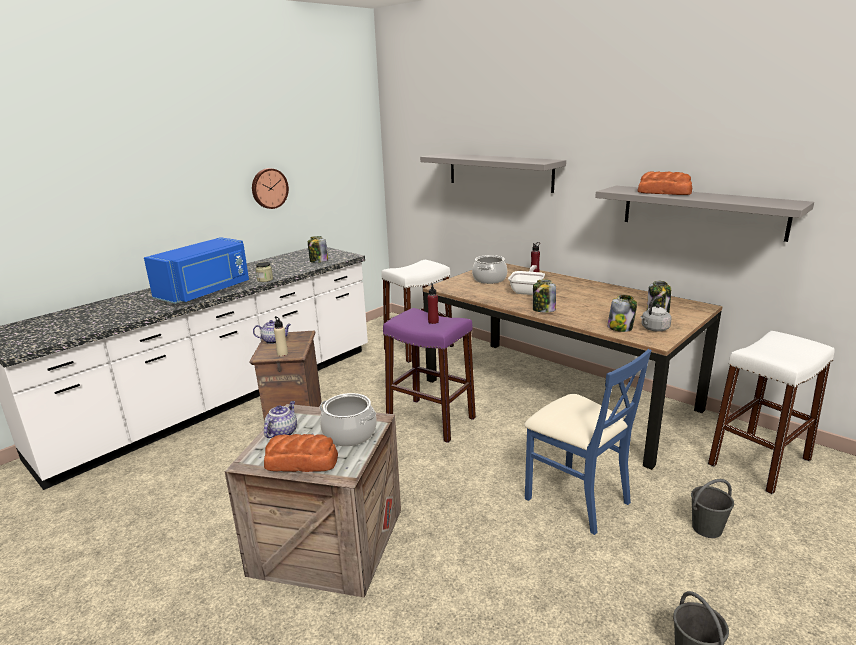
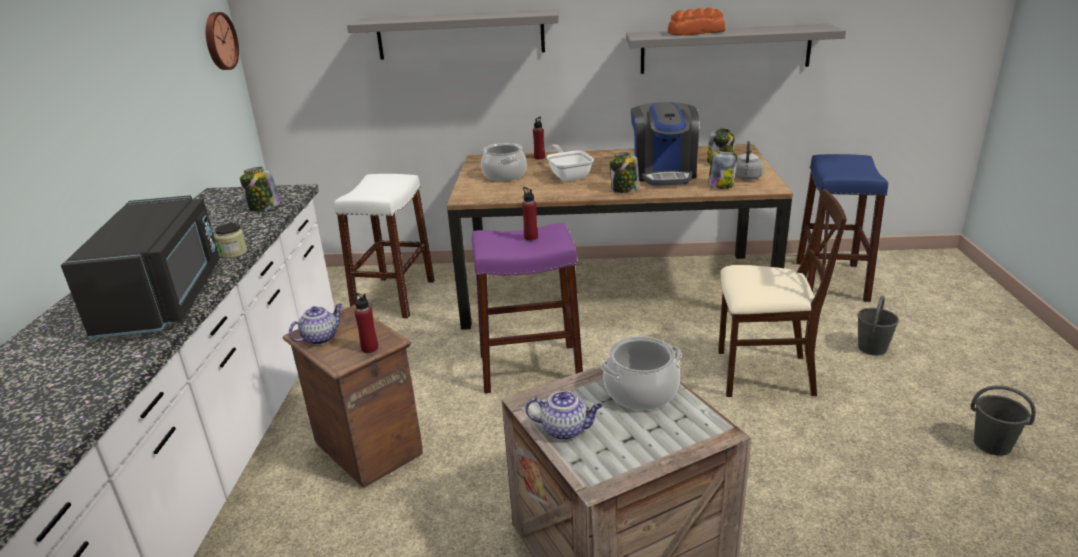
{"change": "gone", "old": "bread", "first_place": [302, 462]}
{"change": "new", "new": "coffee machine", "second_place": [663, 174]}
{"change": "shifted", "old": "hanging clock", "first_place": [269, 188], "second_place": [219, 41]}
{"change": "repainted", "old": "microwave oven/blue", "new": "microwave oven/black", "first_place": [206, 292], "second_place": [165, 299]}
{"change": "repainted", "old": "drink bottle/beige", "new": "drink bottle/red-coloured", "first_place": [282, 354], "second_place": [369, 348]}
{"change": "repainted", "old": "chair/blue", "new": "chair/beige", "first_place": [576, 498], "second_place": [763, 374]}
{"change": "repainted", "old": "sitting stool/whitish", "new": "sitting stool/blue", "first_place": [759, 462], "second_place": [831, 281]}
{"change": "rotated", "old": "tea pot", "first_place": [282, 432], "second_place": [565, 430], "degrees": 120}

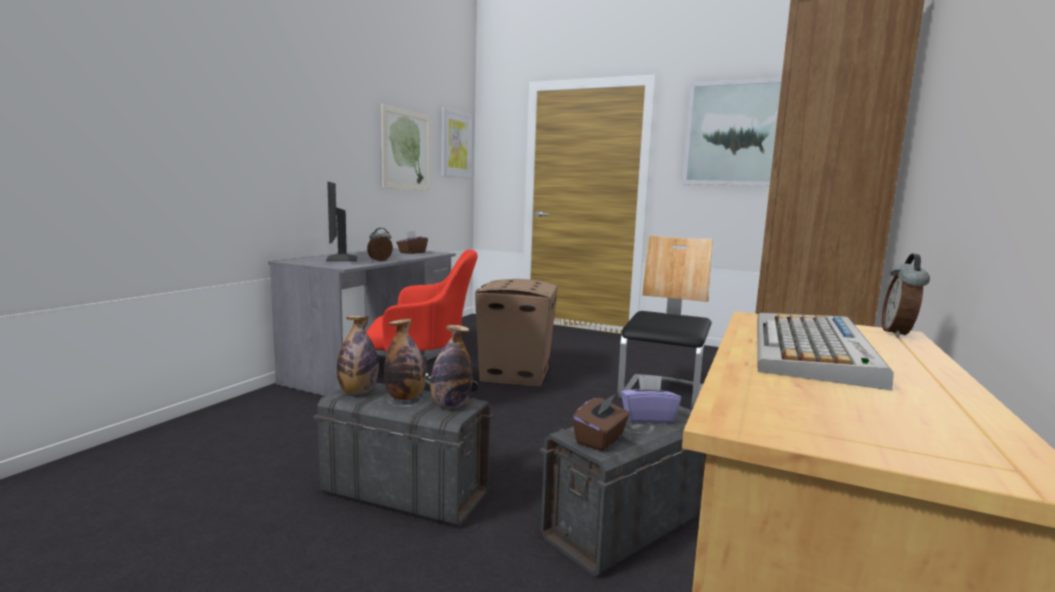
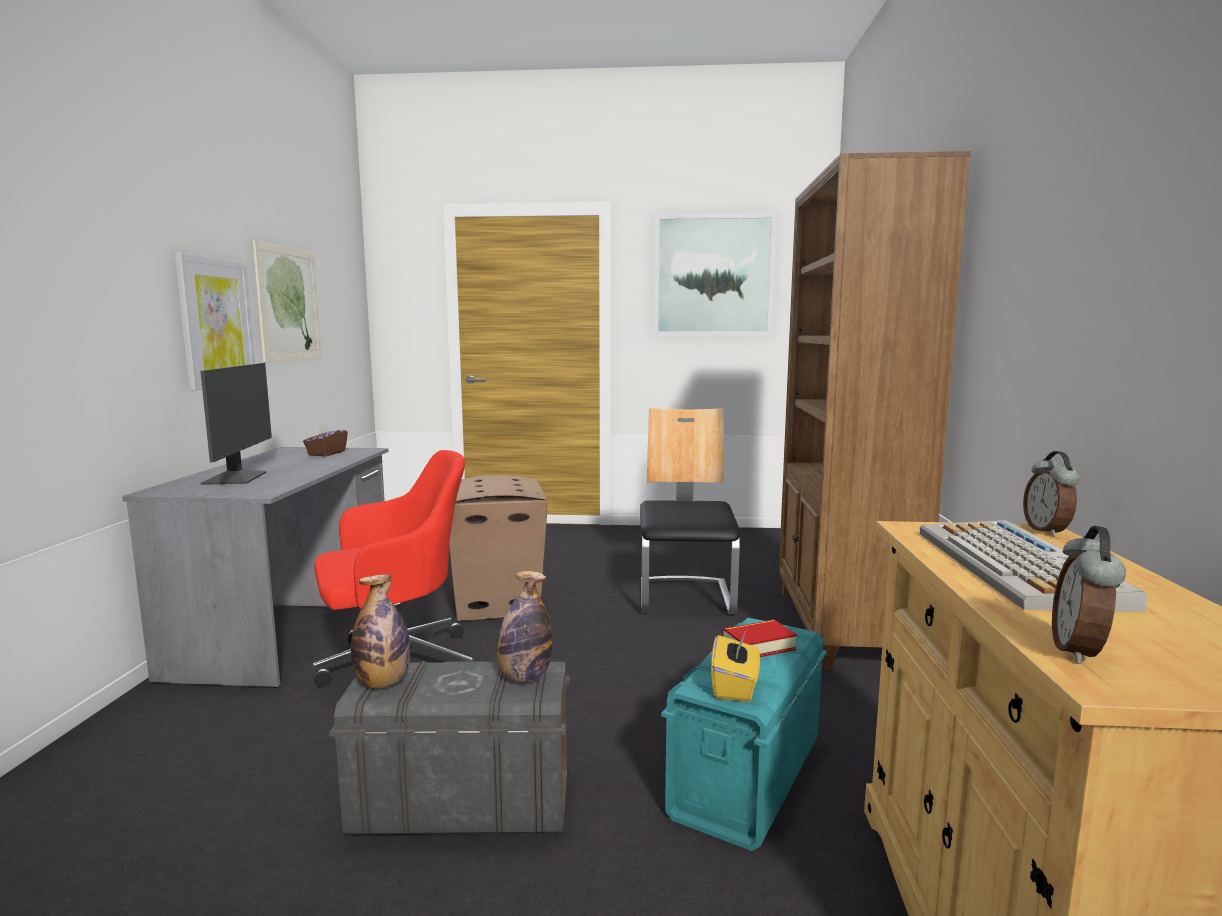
{"change": "gone", "old": "drink bottle", "first_place": [405, 397]}
{"change": "shifted", "old": "table clock", "first_place": [380, 261], "second_place": [1080, 652]}
{"change": "shifted", "old": "wall art", "first_place": [455, 144], "second_place": [216, 323]}
{"change": "swapped", "old": "tissue holder/purple", "new": "volume", "first_place": [648, 417], "second_place": [758, 646]}
{"change": "repainted", "old": "storage bin/grey", "new": "storage bin/blue-green", "first_place": [625, 525], "second_place": [746, 777]}
{"change": "repainted", "old": "tissue holder/brown", "new": "tissue holder/yellowish", "first_place": [600, 439], "second_place": [734, 687]}
{"change": "rotated", "old": "computer display", "first_place": [340, 259], "second_place": [237, 478], "degrees": -150}

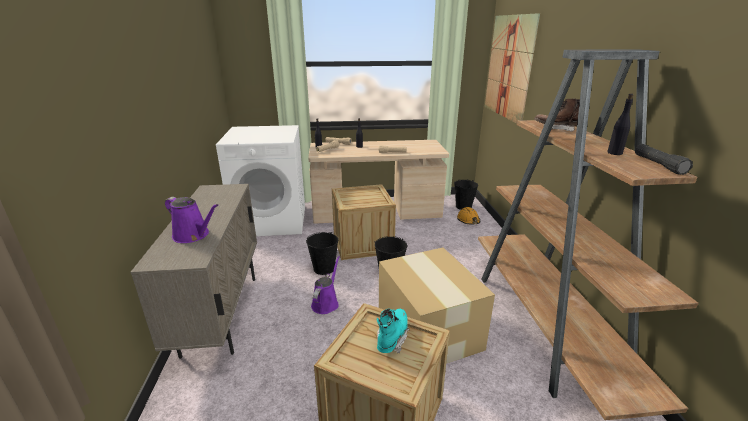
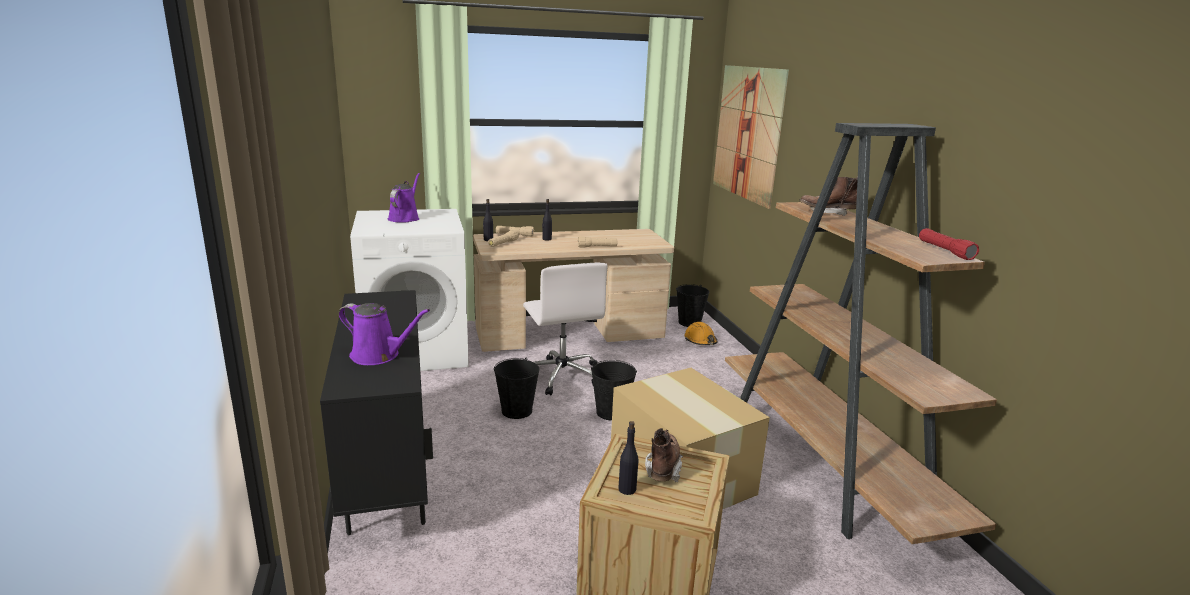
{"change": "shifted", "old": "watering pot/purple", "first_place": [326, 303], "second_place": [405, 218]}
{"change": "shifted", "old": "drink bottle/black", "first_place": [614, 153], "second_place": [627, 489]}
{"change": "swapped", "old": "crate", "new": "desk chair/whitish", "first_place": [362, 243], "second_place": [561, 376]}
{"change": "repainted", "old": "cupboard/beige", "new": "cupboard/black", "first_place": [222, 313], "second_place": [388, 476]}
{"change": "repainted", "old": "tall boot/blue-green", "new": "tall boot/brown", "first_place": [392, 338], "second_place": [663, 468]}
{"change": "repainted", "old": "torch/black", "new": "torch/red-coloured", "first_place": [658, 165], "second_place": [945, 251]}

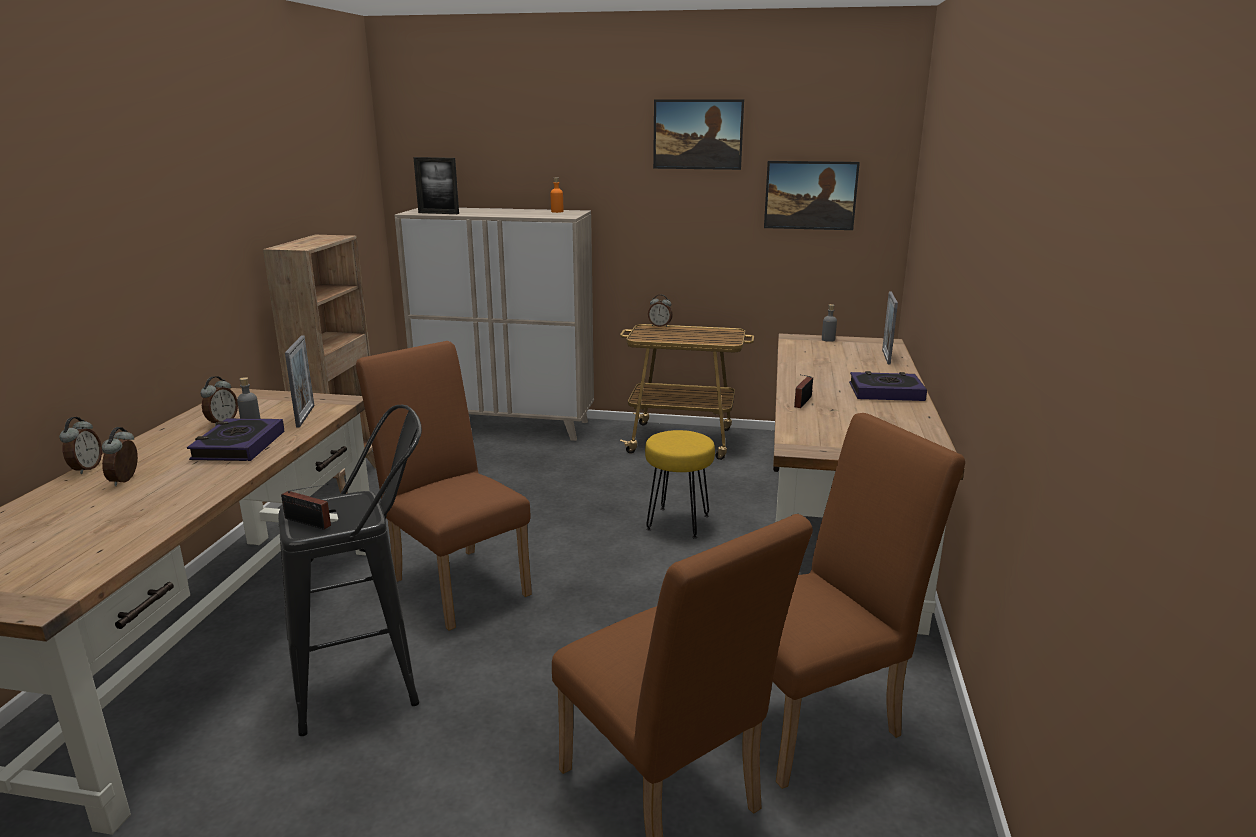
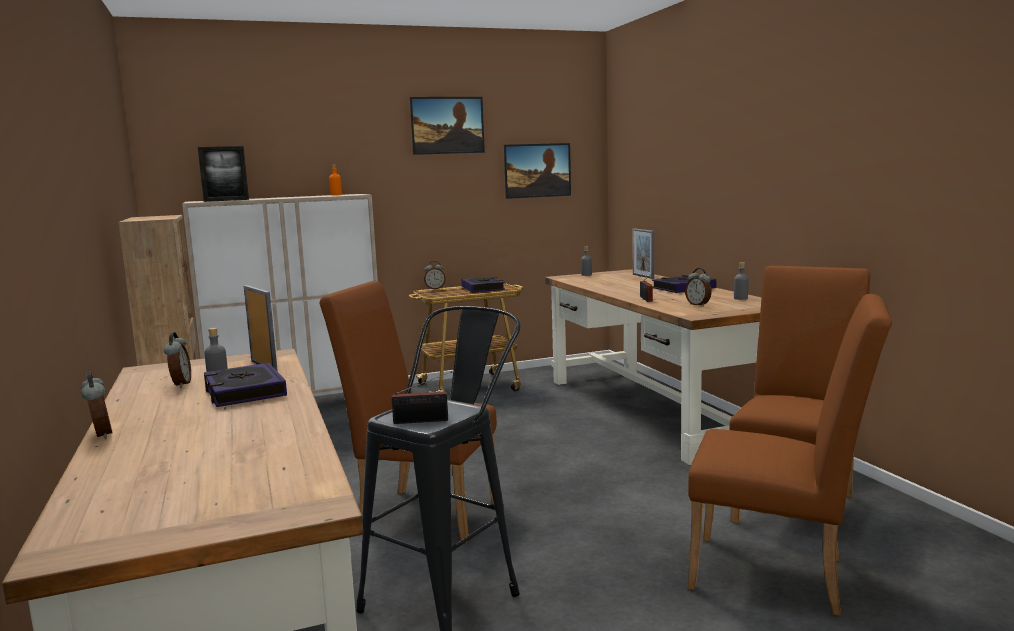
{"change": "gone", "old": "sitting stool/yellowish", "first_place": [677, 522]}
{"change": "new", "new": "volume", "second_place": [483, 288]}
{"change": "new", "new": "drink bottle/grey", "second_place": [740, 298]}
{"change": "shifted", "old": "table clock", "first_place": [126, 480], "second_place": [698, 305]}

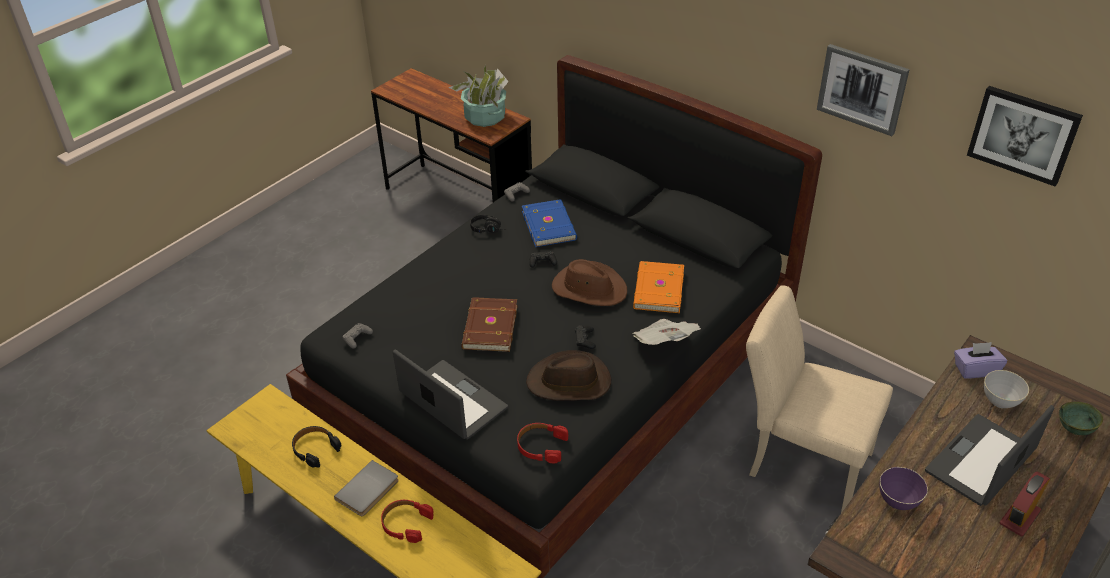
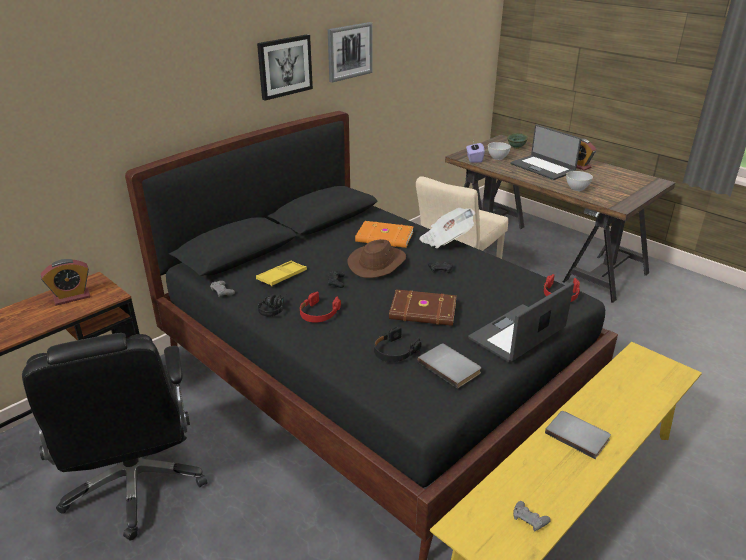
{"change": "gone", "old": "hat/brown", "first_place": [569, 382]}
{"change": "new", "new": "desk chair/black", "second_place": [136, 484]}
{"change": "new", "new": "volume/grey", "second_place": [450, 366]}
{"change": "shifted", "old": "headphones/black", "first_place": [315, 449], "second_place": [394, 351]}
{"change": "shifted", "old": "joypad/grey", "first_place": [357, 338], "second_place": [529, 519]}
{"change": "shifted", "old": "headphones/red-coloured", "first_place": [406, 524], "second_place": [318, 313]}
{"change": "shifted", "old": "wall art", "first_place": [1023, 134], "second_place": [284, 66]}
{"change": "swapped", "old": "potted plant", "new": "table clock", "first_place": [485, 117], "second_place": [72, 297]}
{"change": "swapped", "old": "volume/blue", "new": "tray/yellowish", "first_place": [550, 225], "second_place": [282, 276]}
{"change": "repainted", "old": "deep dish/purple", "new": "deep dish/grey", "first_place": [898, 500], "second_place": [577, 188]}

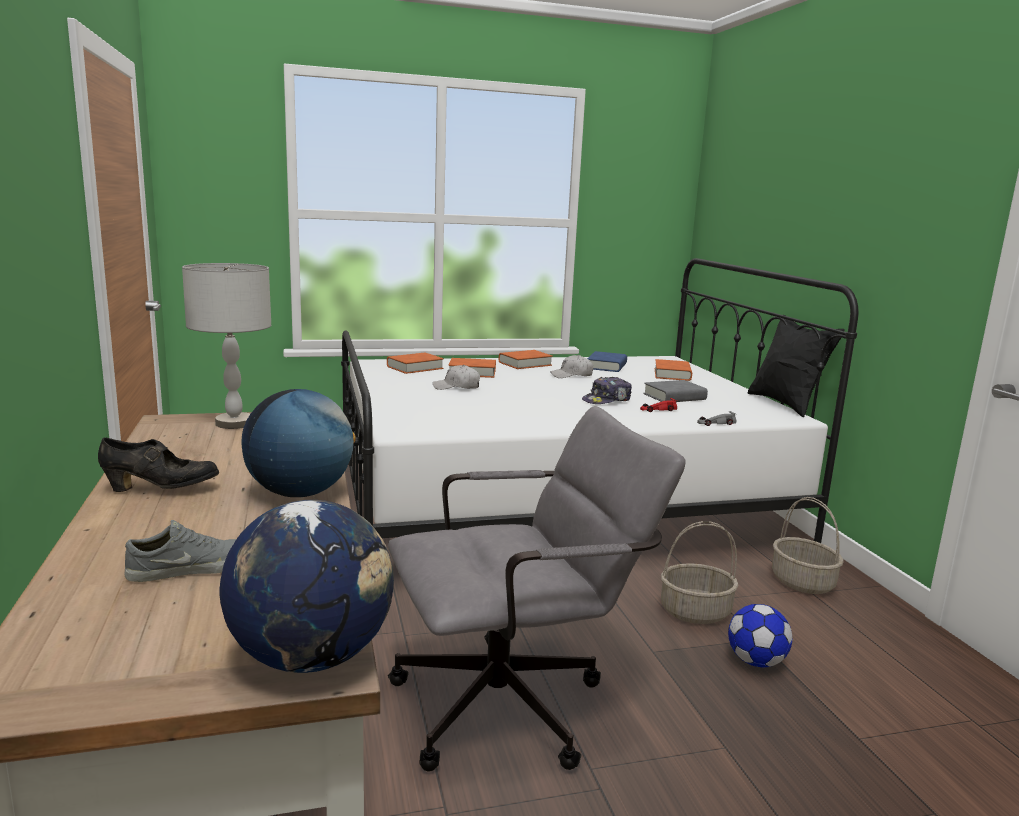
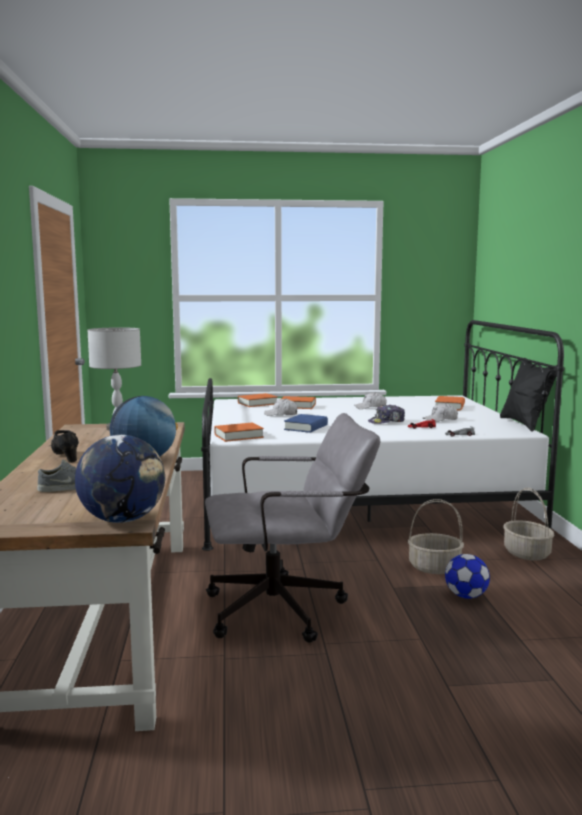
{"change": "shifted", "old": "volume/orange-coloured", "first_place": [525, 364], "second_place": [238, 436]}
{"change": "shifted", "old": "volume/blue", "first_place": [606, 366], "second_place": [306, 427]}
{"change": "swapped", "old": "volume/grey", "new": "cap/whitish", "first_place": [674, 397], "second_place": [440, 420]}
{"change": "rotated", "old": "low shoe/black", "first_place": [161, 489], "second_place": [65, 457], "degrees": -120}

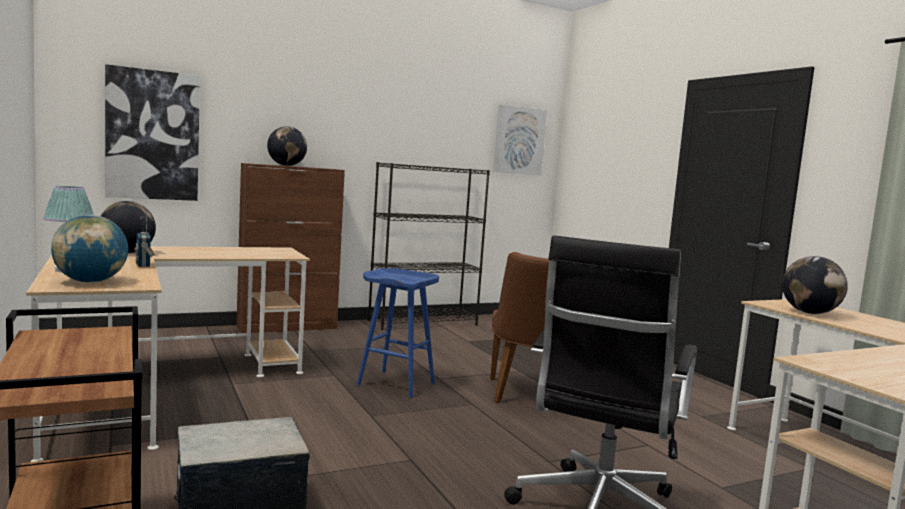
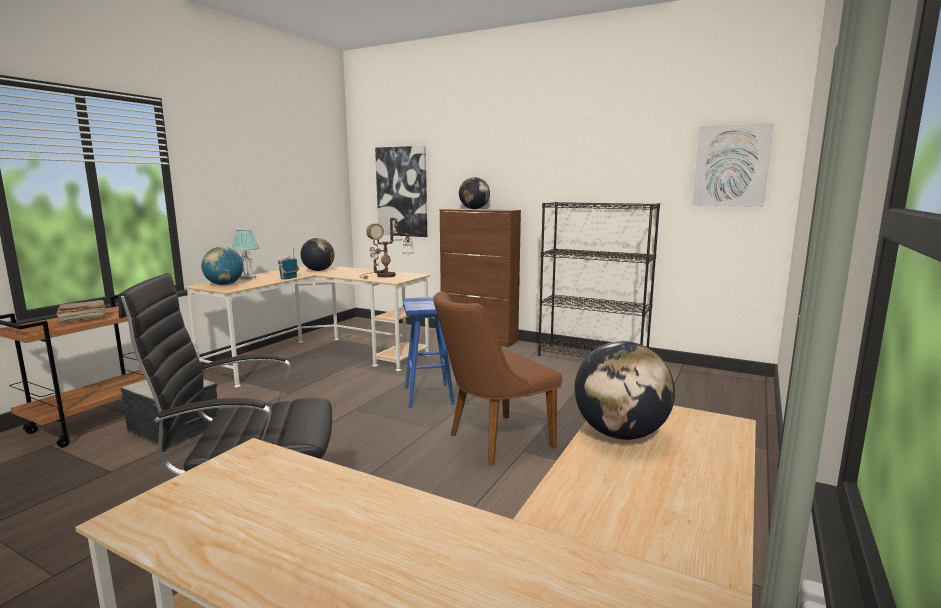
{"change": "new", "new": "volume/brown", "second_place": [82, 319]}
{"change": "new", "new": "lamp for a table", "second_place": [387, 276]}

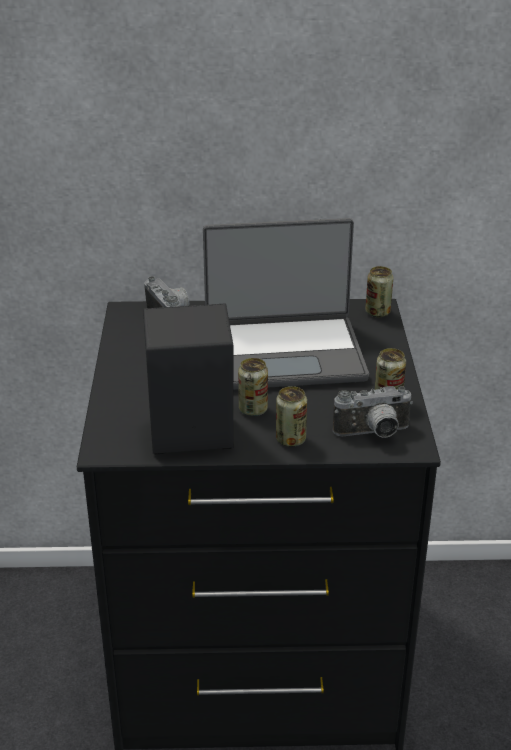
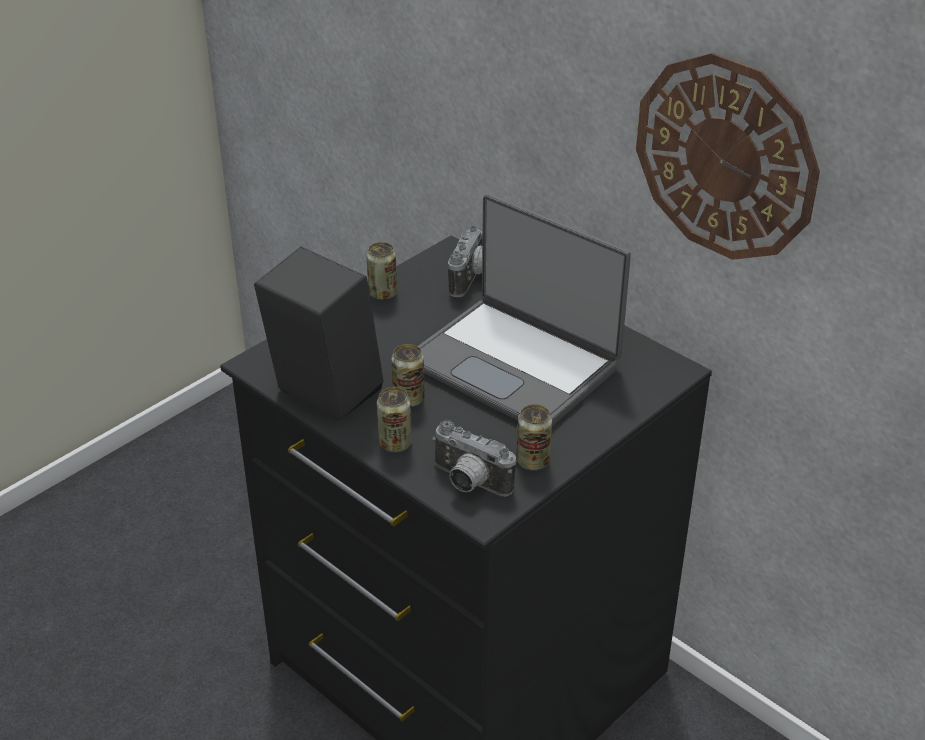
{"change": "new", "new": "hanging clock", "second_place": [725, 158]}
{"change": "shifted", "old": "metal can", "first_place": [377, 312], "second_place": [382, 294]}

